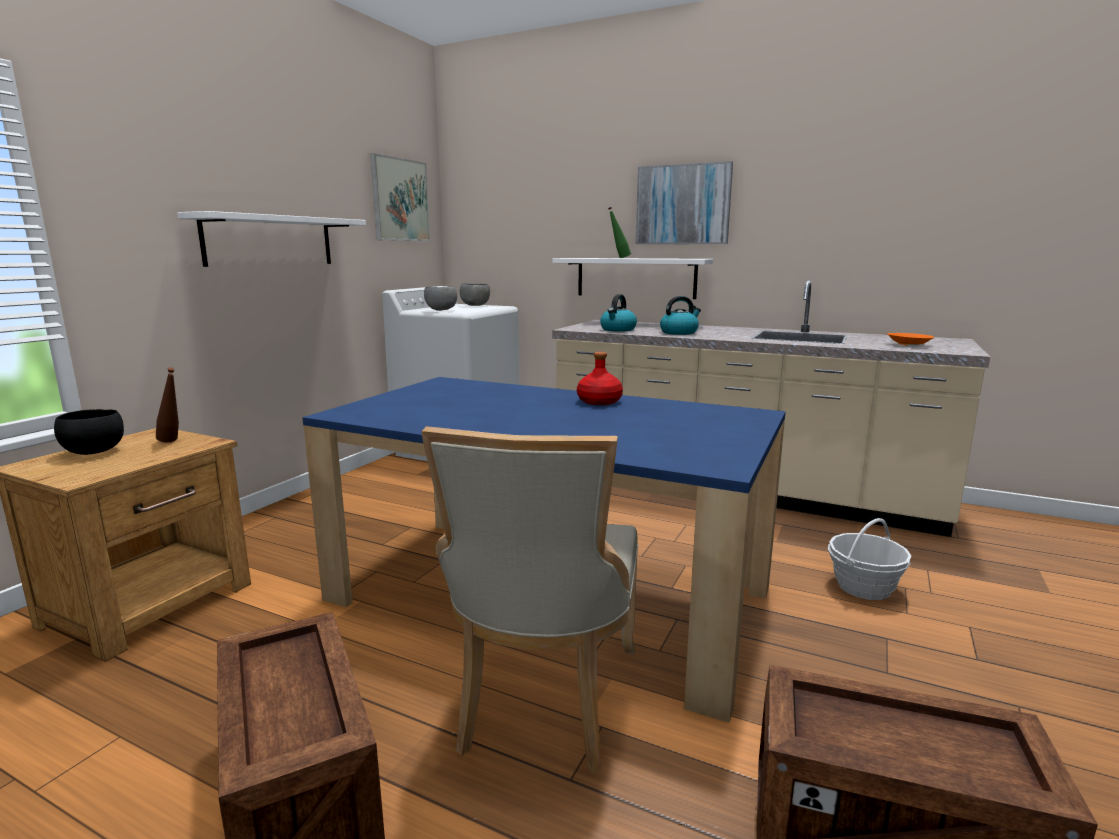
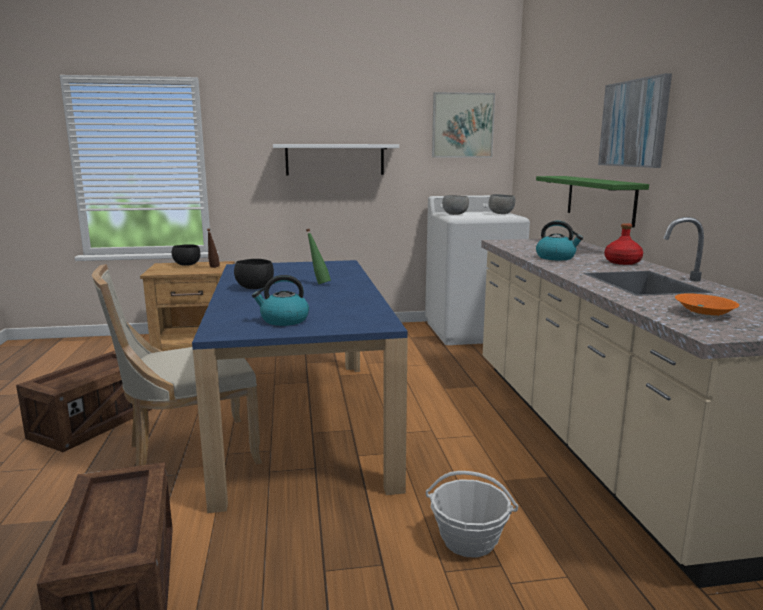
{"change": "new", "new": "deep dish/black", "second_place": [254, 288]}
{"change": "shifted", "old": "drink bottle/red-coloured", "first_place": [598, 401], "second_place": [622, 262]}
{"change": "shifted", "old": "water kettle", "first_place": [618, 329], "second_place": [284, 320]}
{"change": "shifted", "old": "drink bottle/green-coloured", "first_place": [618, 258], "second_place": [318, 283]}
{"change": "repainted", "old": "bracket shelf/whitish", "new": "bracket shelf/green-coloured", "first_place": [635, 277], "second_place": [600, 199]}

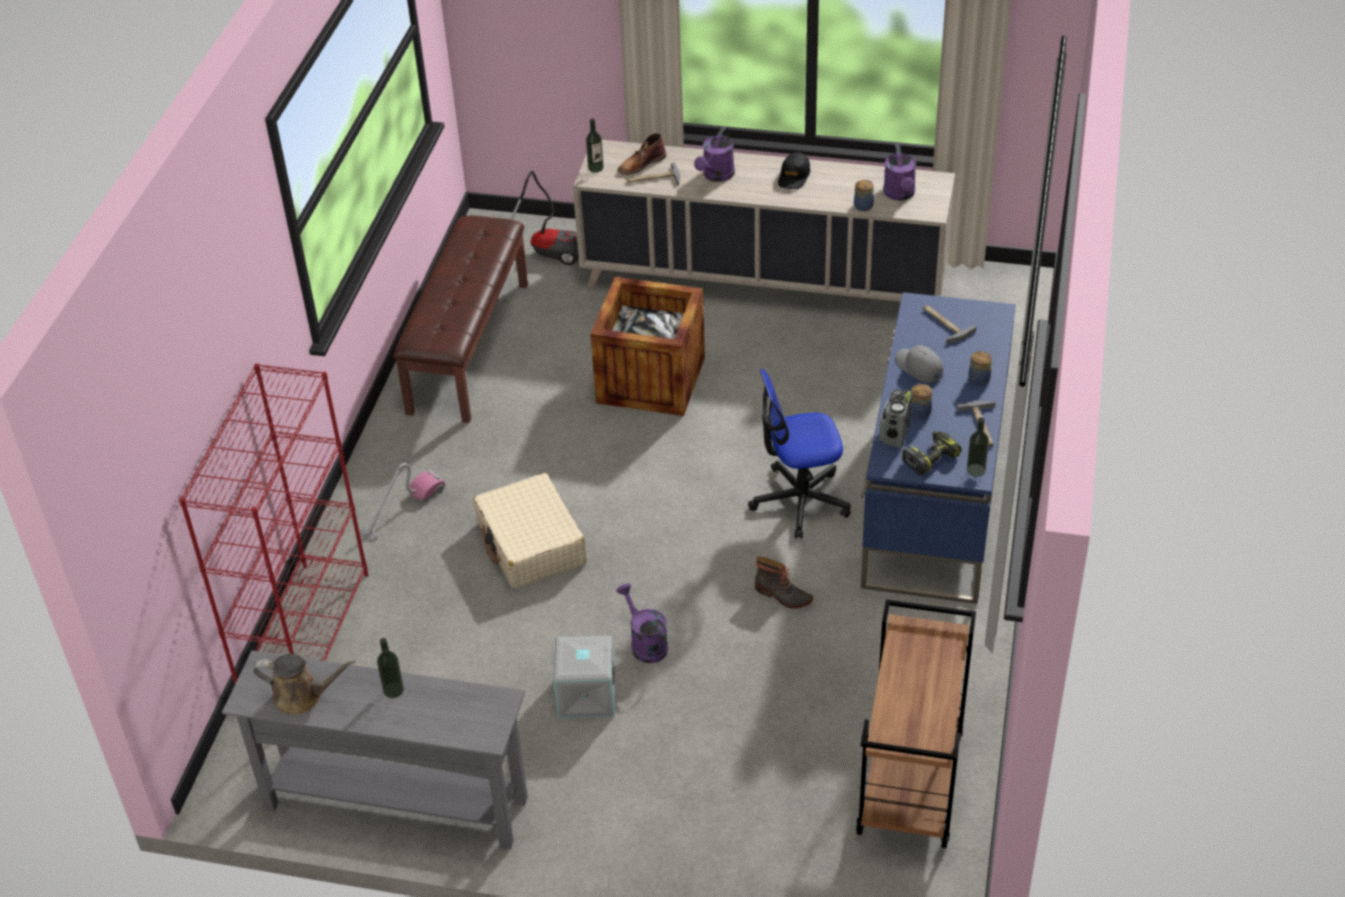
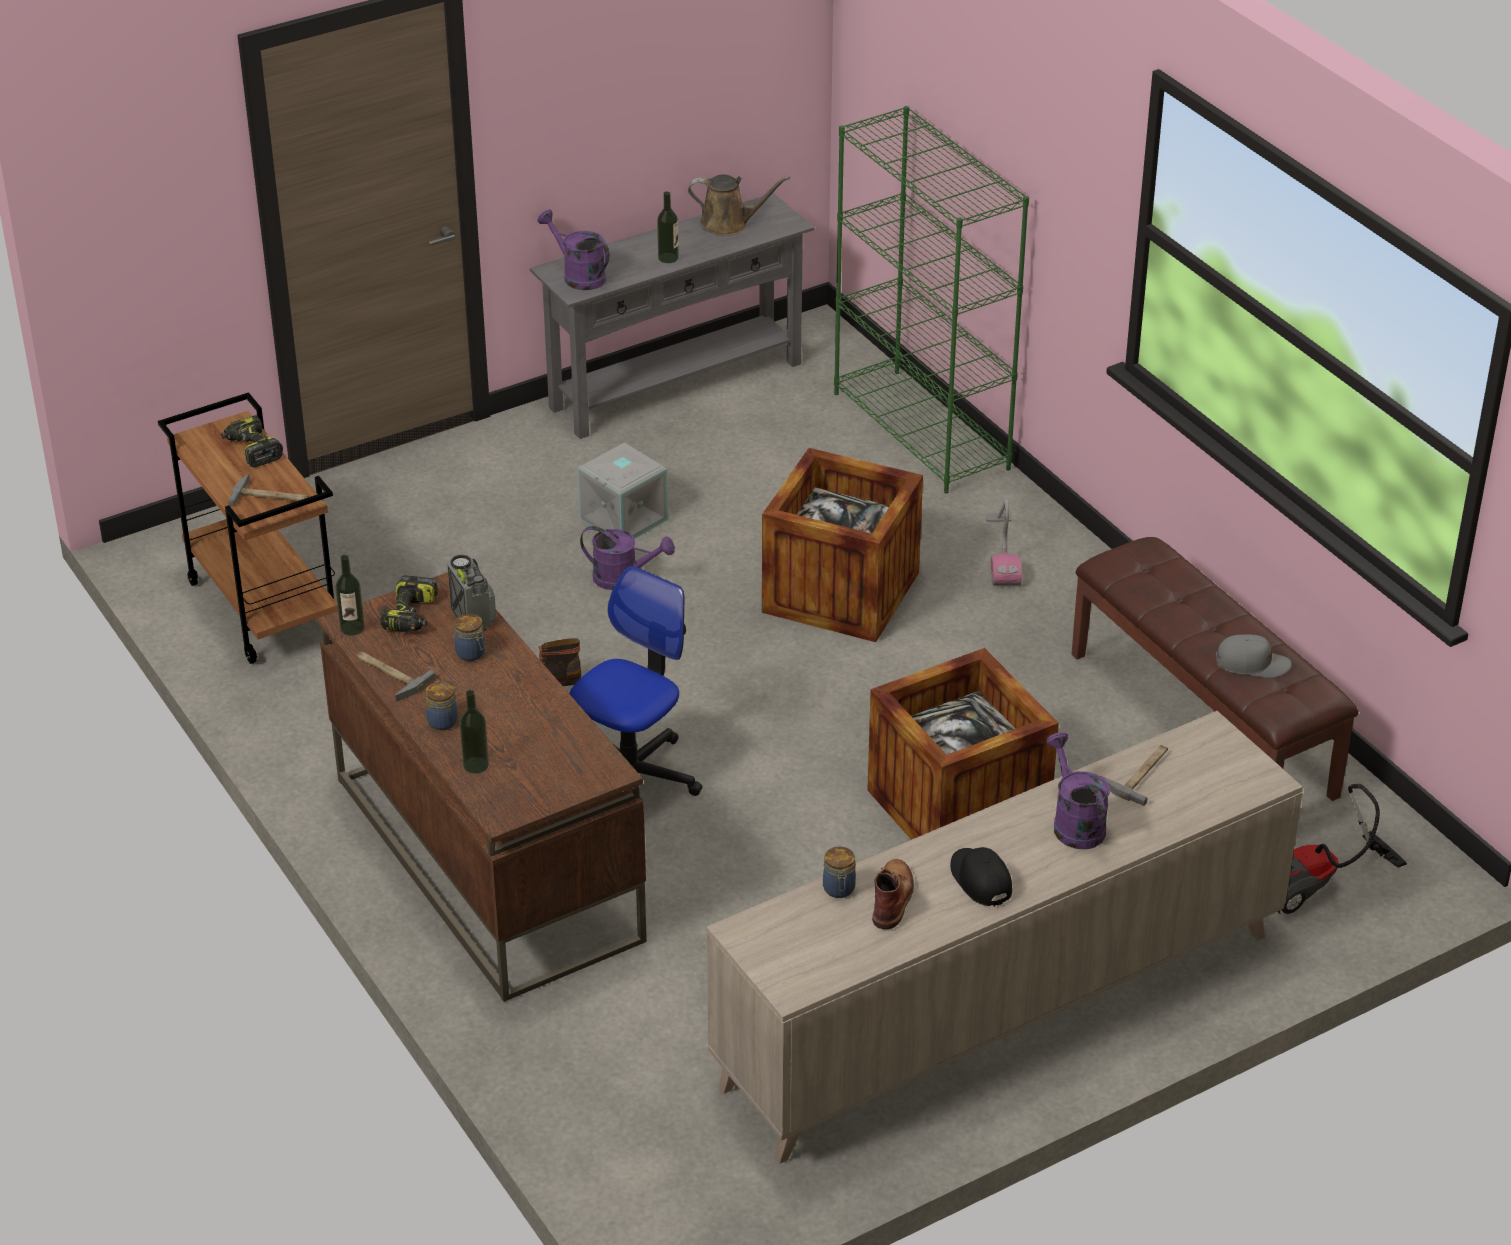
{"change": "new", "new": "drill", "second_place": [252, 449]}
{"change": "shifted", "old": "drink bottle", "first_place": [595, 168], "second_place": [476, 765]}
{"change": "shifted", "old": "tall boot/brown", "first_place": [641, 164], "second_place": [892, 897]}
{"change": "shifted", "old": "watering pot/purple", "first_place": [900, 195], "second_place": [578, 275]}
{"change": "shifted", "old": "cap/grey", "first_place": [919, 367], "second_place": [1252, 664]}
{"change": "shifted", "old": "hand hammer", "first_place": [943, 324], "second_place": [271, 496]}
{"change": "swapped", "old": "piece of luggage/beige", "new": "crate", "first_place": [531, 544], "second_place": [841, 592]}
{"change": "repainted", "old": "bookshelf/red-coloured", "new": "bookshelf/green-coloured", "first_place": [305, 635], "second_place": [922, 431]}
{"change": "repainted", "old": "desk/blue", "new": "desk/brown", "first_place": [933, 501], "second_place": [486, 858]}
{"change": "rotated", "old": "watering pot/brown", "first_place": [302, 696], "second_place": [729, 224], "degrees": -135}

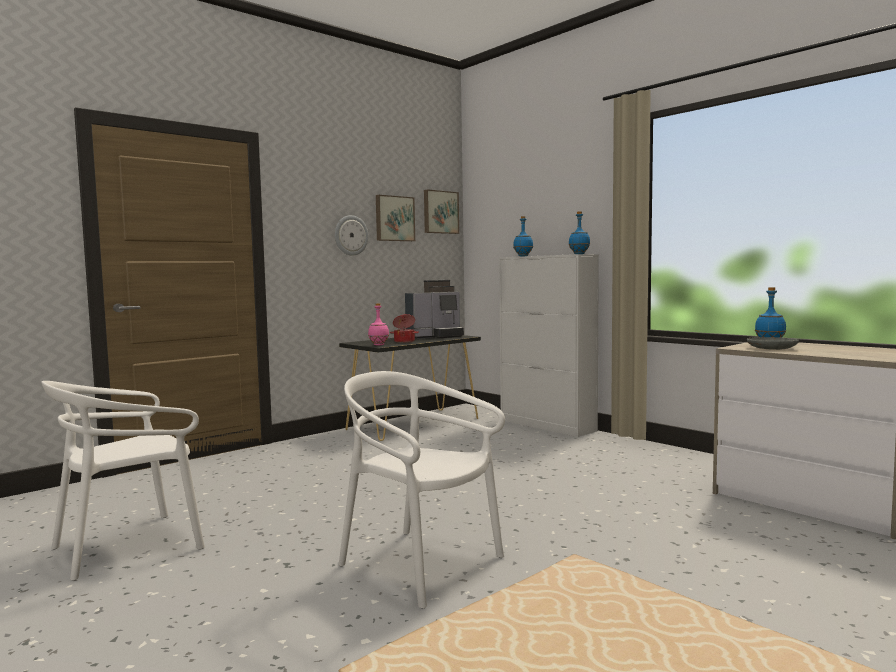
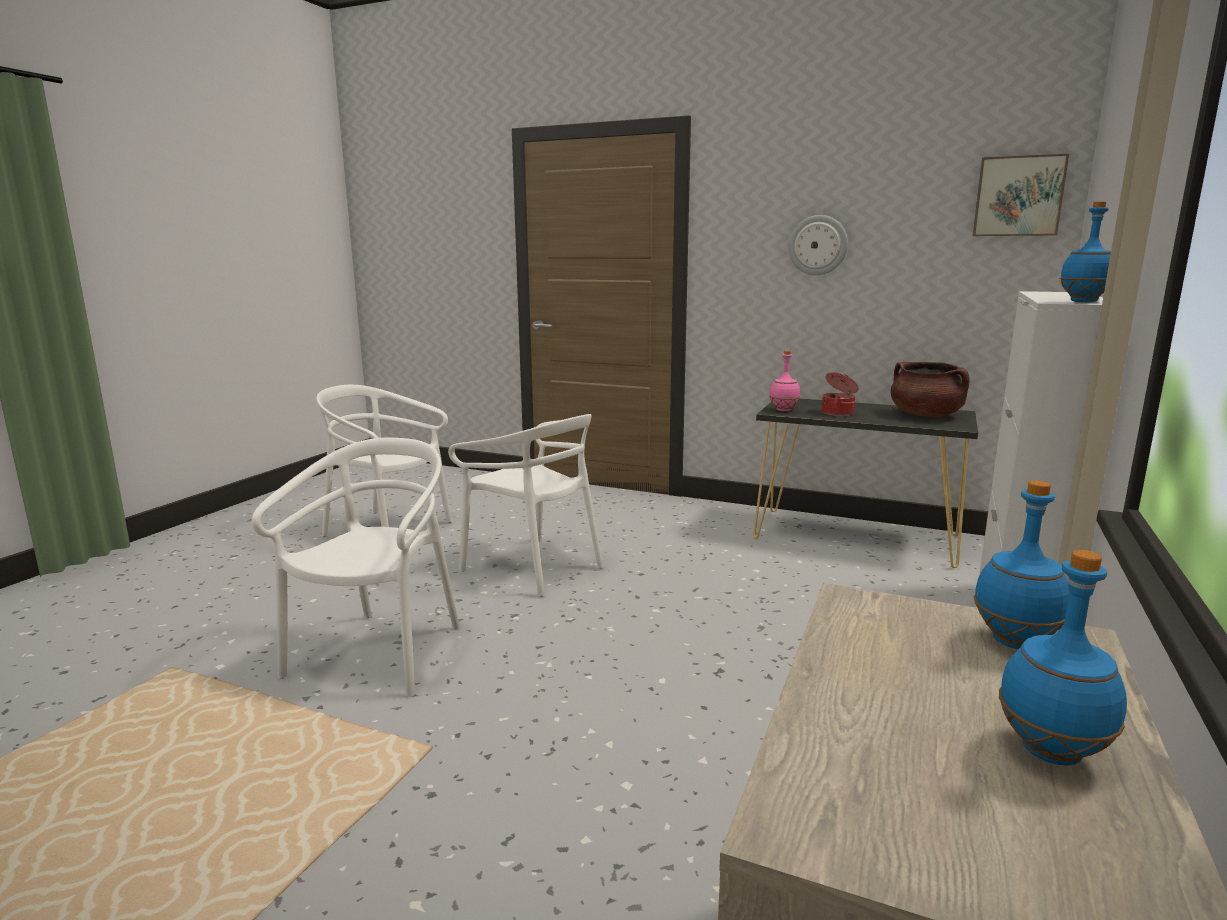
{"change": "gone", "old": "wall art", "first_place": [394, 218]}
{"change": "gone", "old": "plate/grey", "first_place": [771, 348]}
{"change": "new", "new": "chair/whitish", "second_place": [533, 567]}
{"change": "shifted", "old": "drink bottle/blue", "first_place": [523, 256], "second_place": [1053, 752]}
{"change": "swapped", "old": "coffee machine", "new": "saucepot/brown", "first_place": [436, 336], "second_place": [926, 415]}

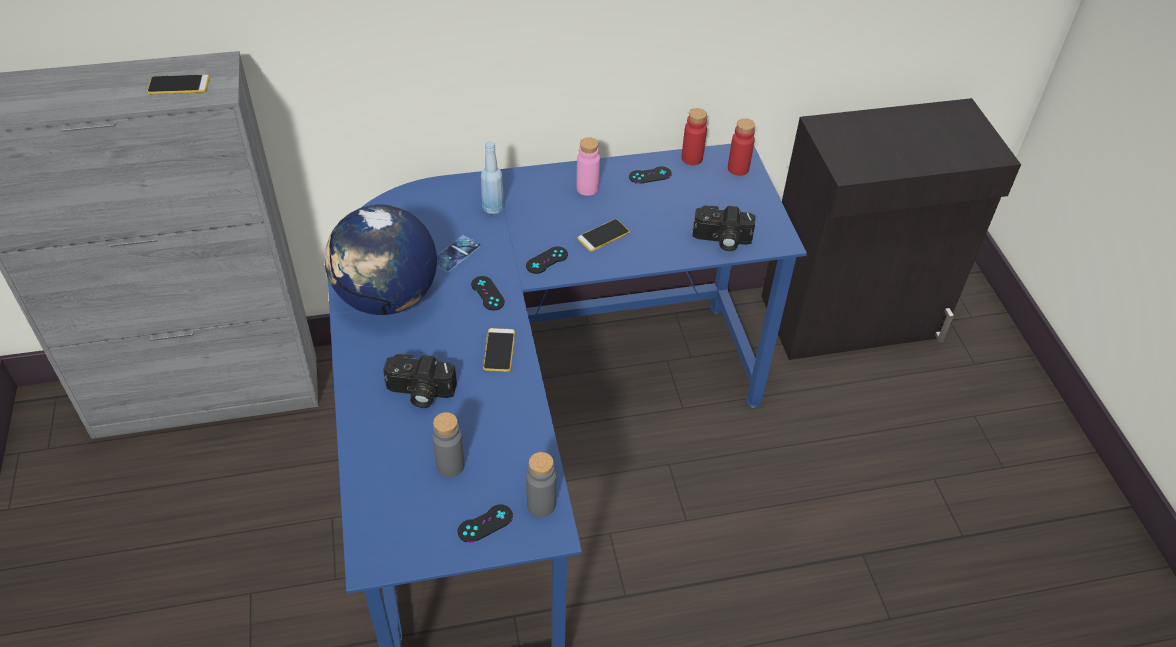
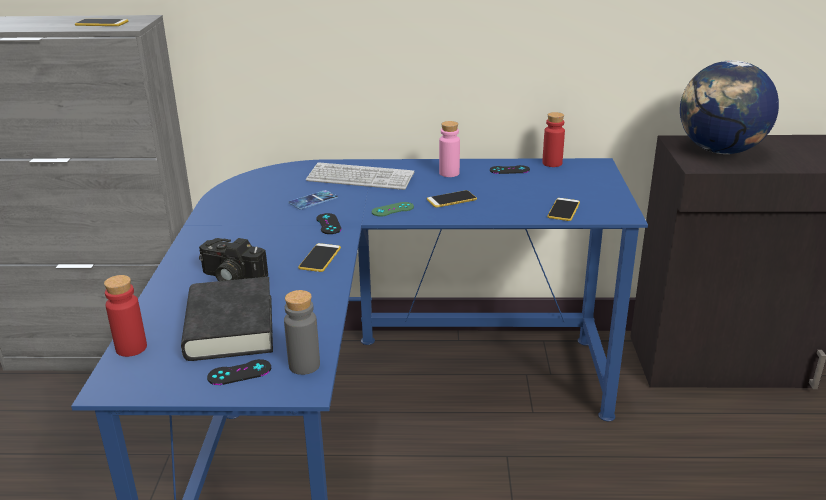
{"change": "shifted", "old": "world globe", "first_place": [387, 298], "second_place": [720, 151]}
{"change": "shifted", "old": "drink bottle/red-coloured", "first_place": [738, 169], "second_place": [131, 348]}
{"change": "swapped", "old": "drink bottle/grey", "new": "volume/black", "first_place": [450, 465], "second_place": [230, 327]}
{"change": "swapped", "old": "drink bottle/blue", "new": "PC keyboard", "first_place": [493, 208], "second_place": [360, 178]}
{"change": "swapped", "old": "photo camera", "new": "handset", "first_place": [721, 240], "second_place": [563, 210]}
{"change": "repainted", "old": "joypad/black", "new": "joypad/green-coloured", "first_place": [547, 260], "second_place": [392, 209]}

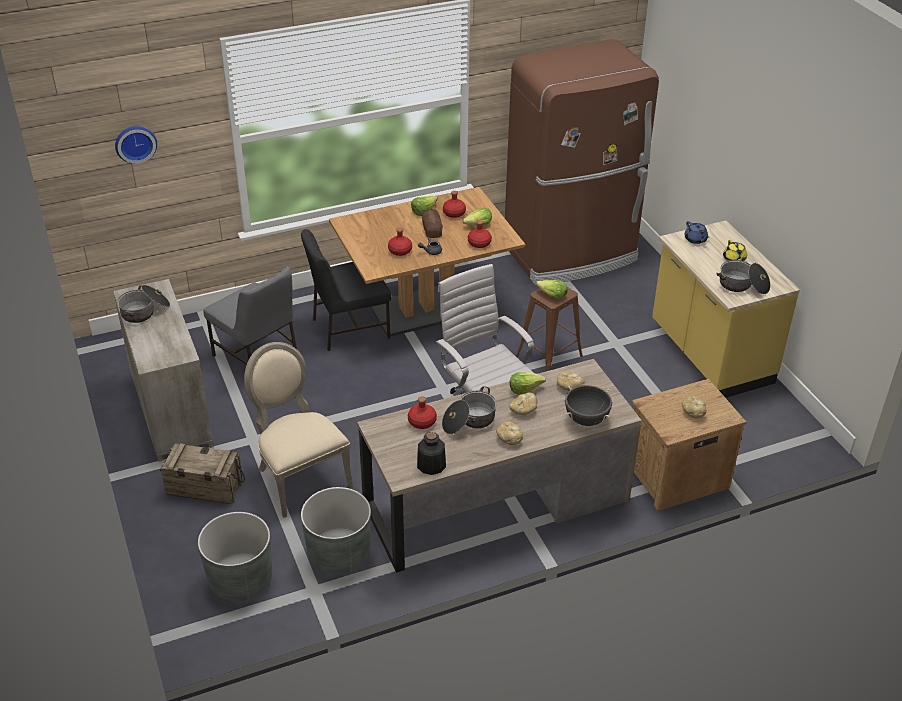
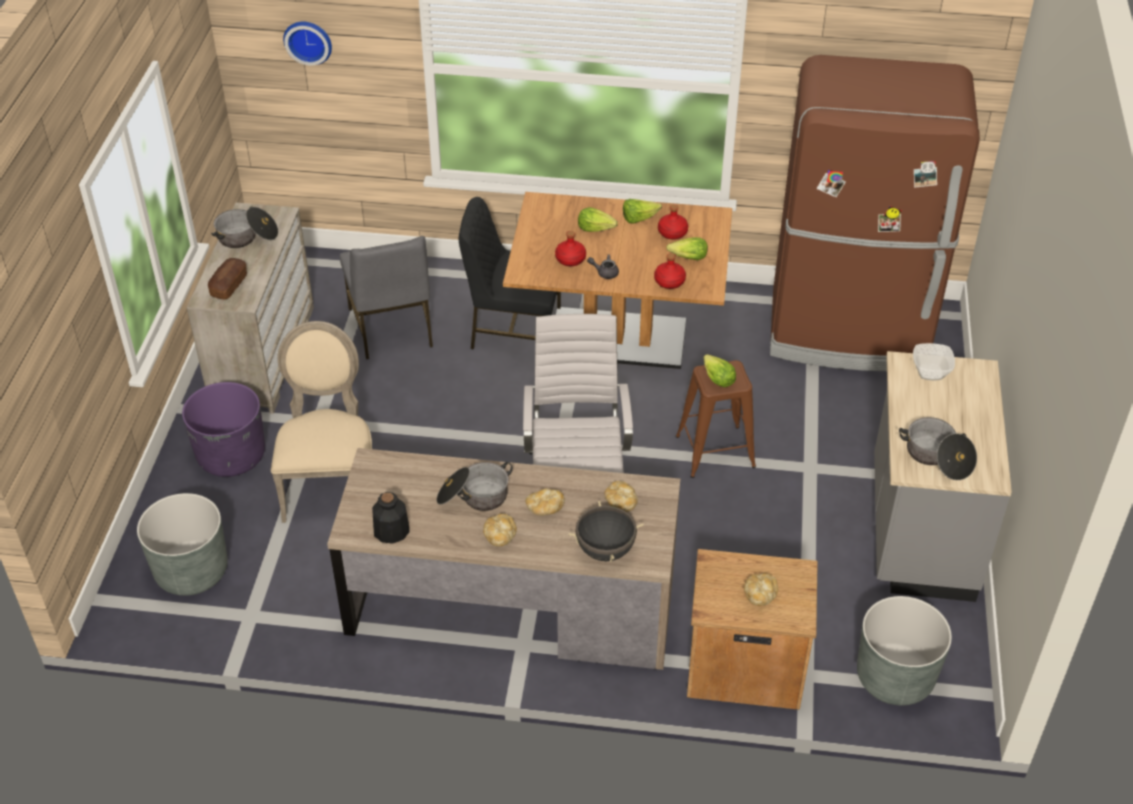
{"change": "gone", "old": "drink bottle/red-coloured", "first_place": [421, 422]}
{"change": "gone", "old": "tea pot/yellowish", "first_place": [734, 259]}
{"change": "shifted", "old": "planter/grey", "first_place": [339, 554], "second_place": [895, 677]}
{"change": "shifted", "old": "bread", "first_place": [432, 229], "second_place": [229, 285]}
{"change": "shifted", "old": "lettuce head", "first_place": [525, 389], "second_place": [596, 228]}
{"change": "swapped", "old": "crate", "new": "planter/purple", "first_place": [204, 488], "second_place": [231, 456]}
{"change": "swapped", "old": "tea pot/blue", "new": "deep dish", "first_place": [695, 239], "second_place": [931, 373]}
{"change": "repainted", "old": "kitchen counter/yellowish", "new": "kitchen counter/grey", "first_place": [709, 355], "second_place": [918, 530]}

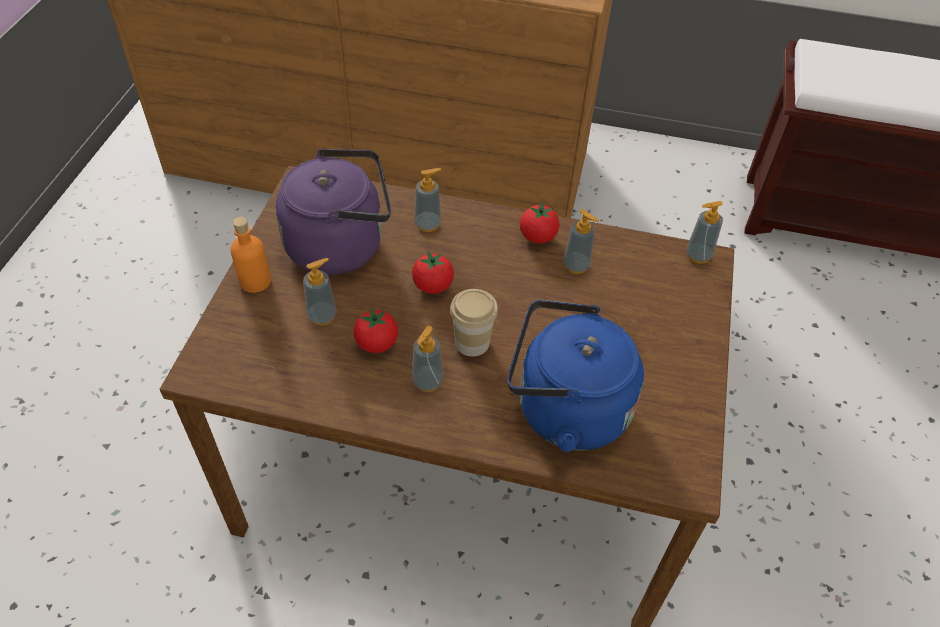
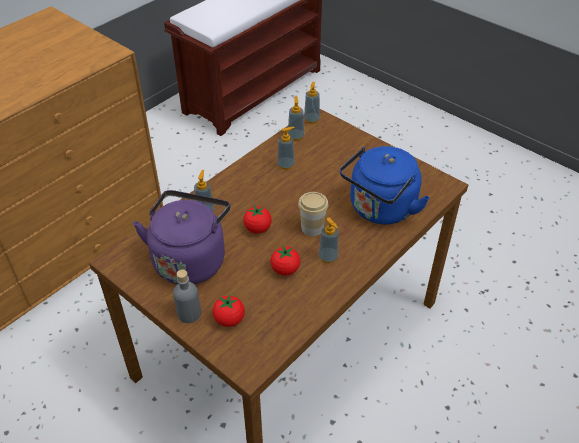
{"change": "shifted", "old": "soap bottle", "first_place": [322, 316], "second_place": [296, 136]}
{"change": "shifted", "old": "tomato", "first_place": [537, 237], "second_place": [229, 319]}
{"change": "repainted", "old": "drink bottle/orange-coloured", "new": "drink bottle/grey", "first_place": [255, 281], "second_place": [189, 313]}

